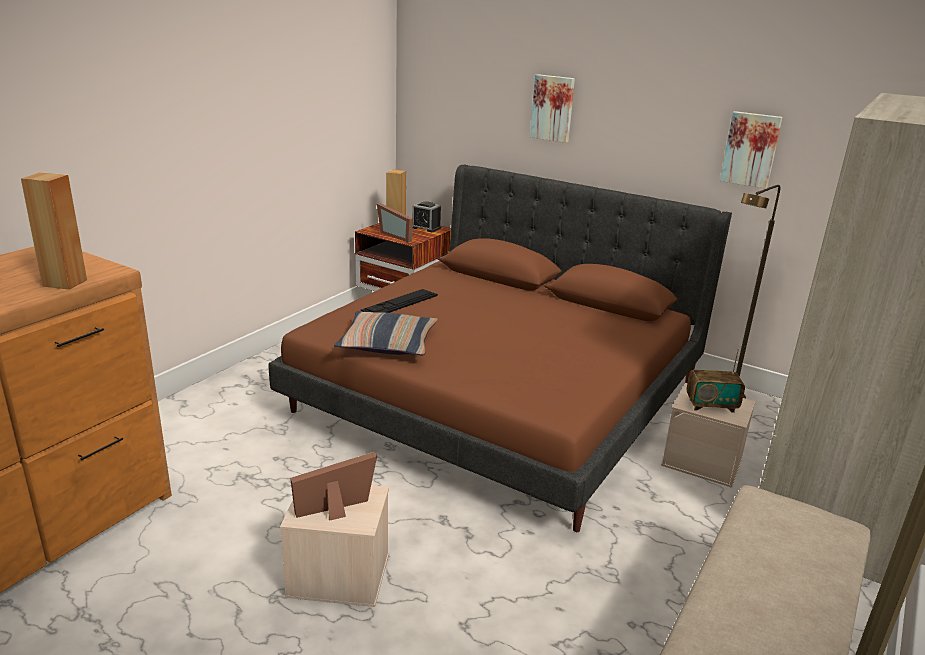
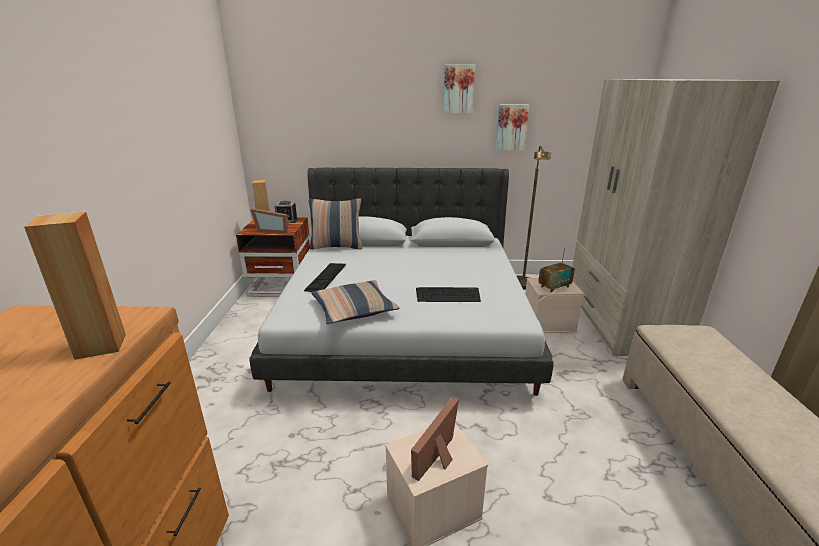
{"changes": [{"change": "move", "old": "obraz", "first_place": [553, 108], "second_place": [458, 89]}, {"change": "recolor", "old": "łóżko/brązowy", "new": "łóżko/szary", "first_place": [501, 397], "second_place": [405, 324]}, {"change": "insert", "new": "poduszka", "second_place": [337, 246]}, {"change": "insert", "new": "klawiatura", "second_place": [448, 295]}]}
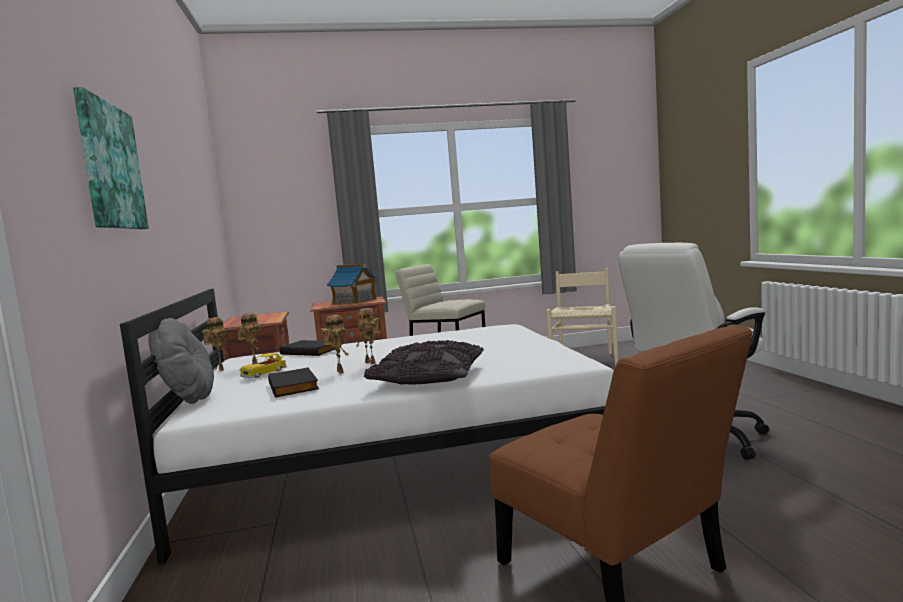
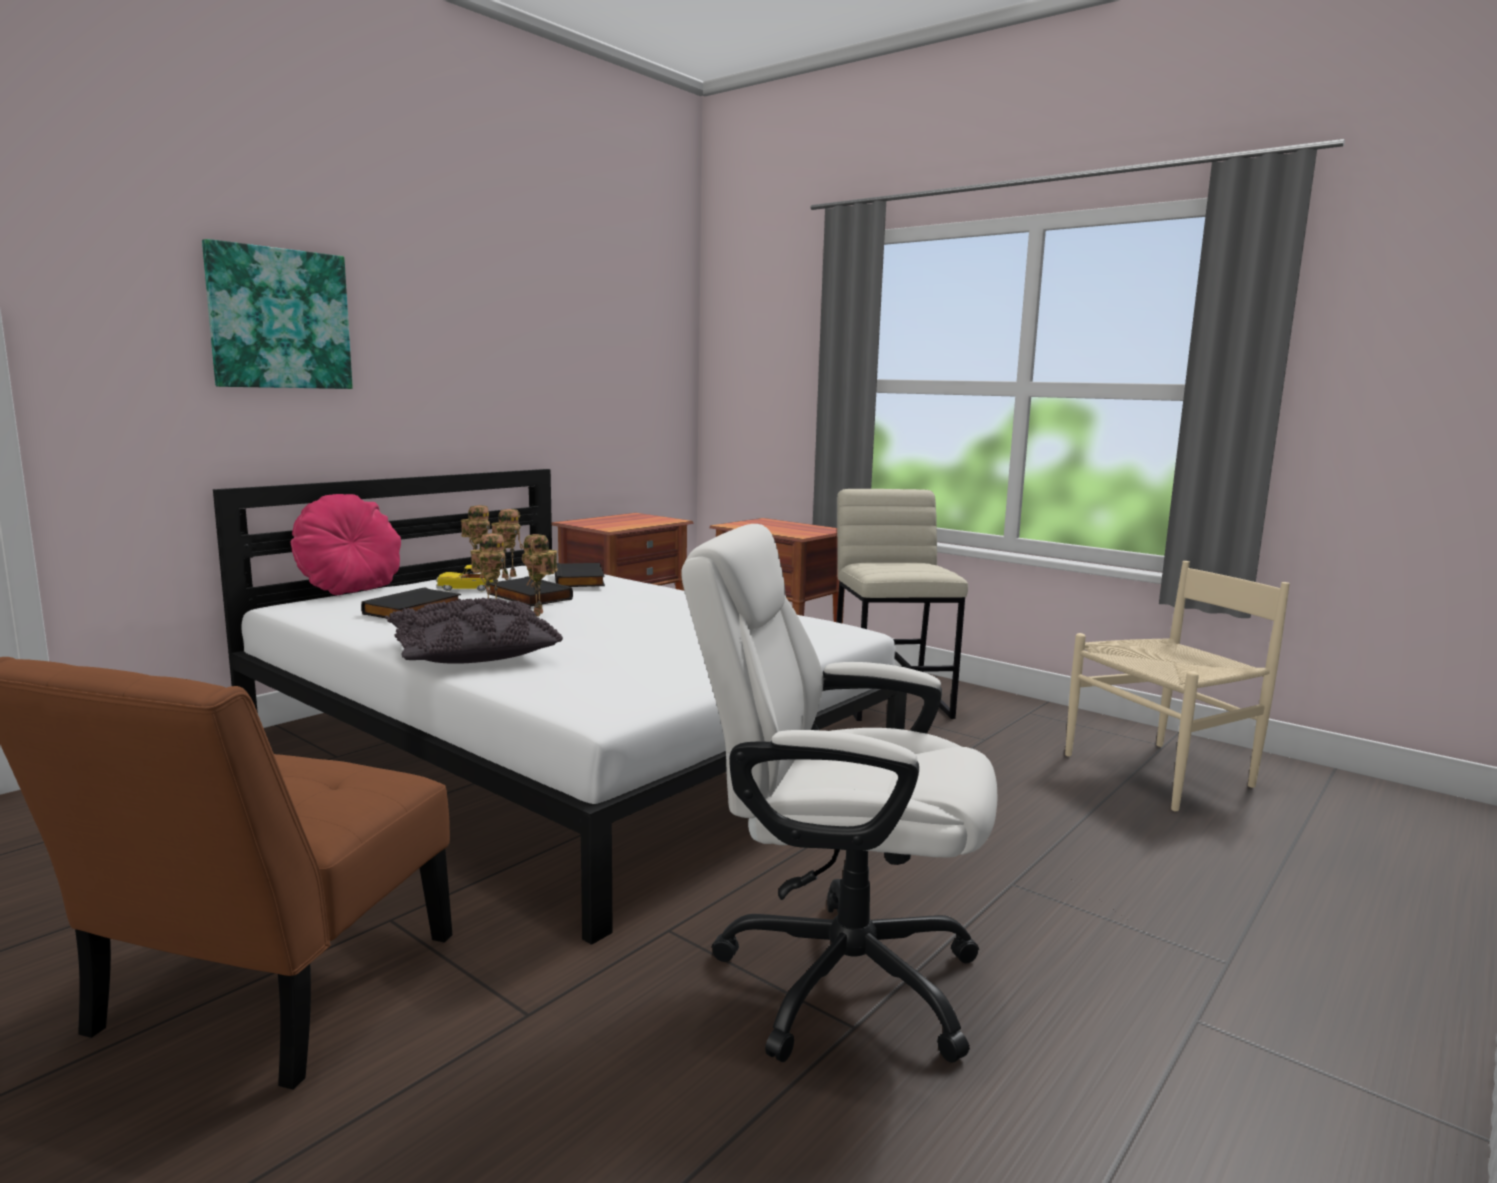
{"changes": [{"change": "delete", "old": "domek", "first_place": [354, 301]}, {"change": "recolor", "old": "poduszka/szary", "new": "poduszka/różowy", "first_place": [188, 400], "second_place": [350, 591]}, {"change": "insert", "new": "książka/czarny", "second_place": [527, 597]}]}
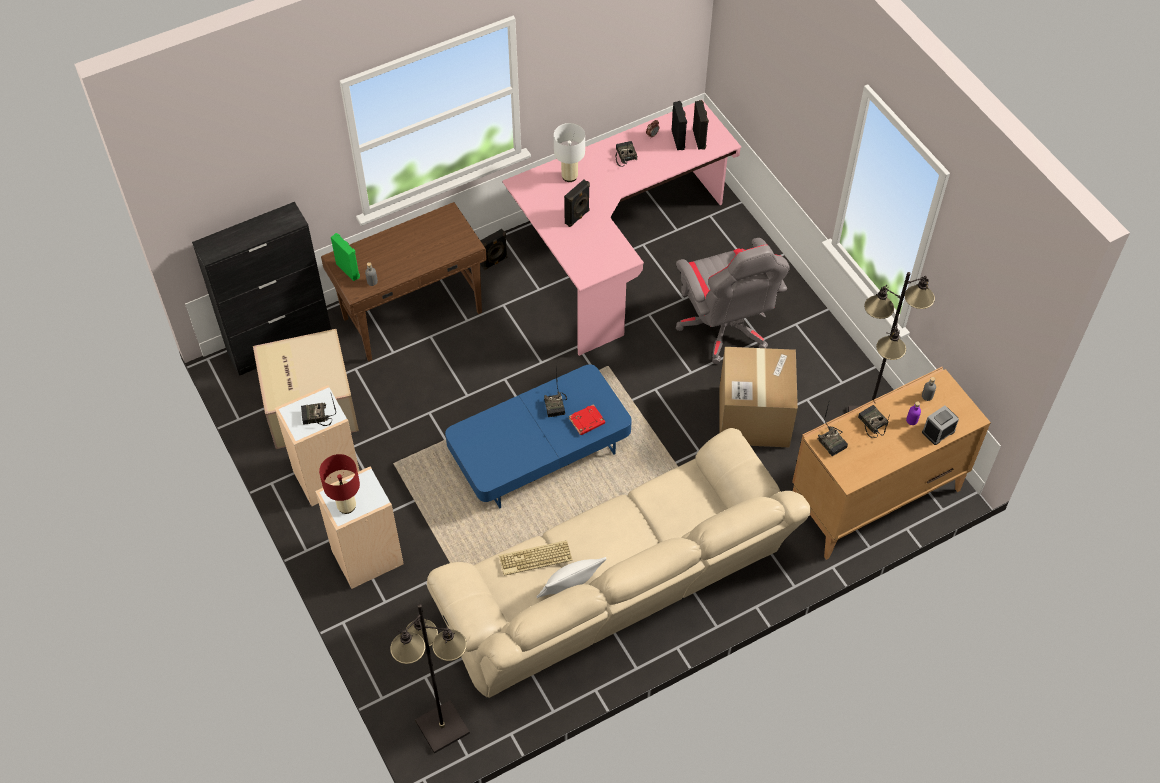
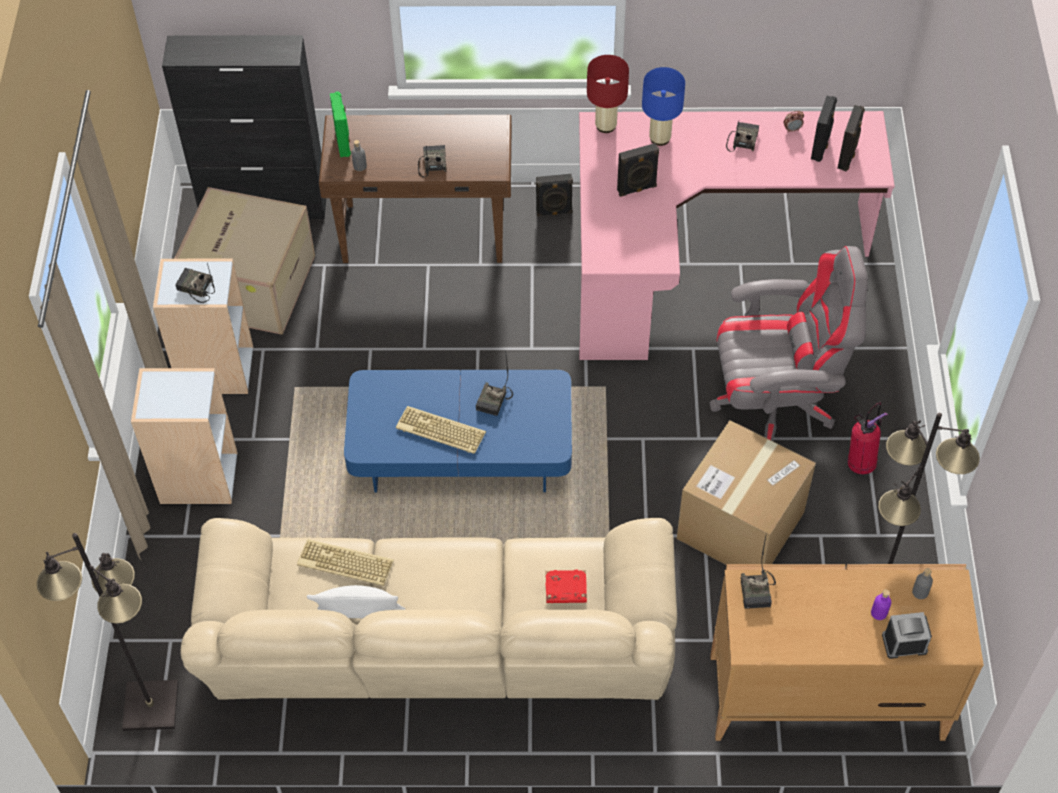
{"changes": [{"change": "recolor", "old": "lampa stołowa/biały", "new": "lampa stołowa/niebieski", "first_place": [570, 176], "second_place": [660, 138]}, {"change": "rotate", "old": "krzesło biurowe/szary", "first_place": [724, 327], "second_place": [774, 403], "degrees": -105}, {"change": "move", "old": "książka/czerwony", "first_place": [587, 422], "second_place": [565, 589]}, {"change": "move", "old": "radio", "first_place": [871, 423], "second_place": [432, 163]}, {"change": "move", "old": "lampa stołowa/czerwony", "first_place": [347, 506], "second_place": [606, 126]}, {"change": "insert", "new": "gaśnica", "second_place": [860, 463]}, {"change": "insert", "new": "klawiatura", "second_place": [439, 431]}]}
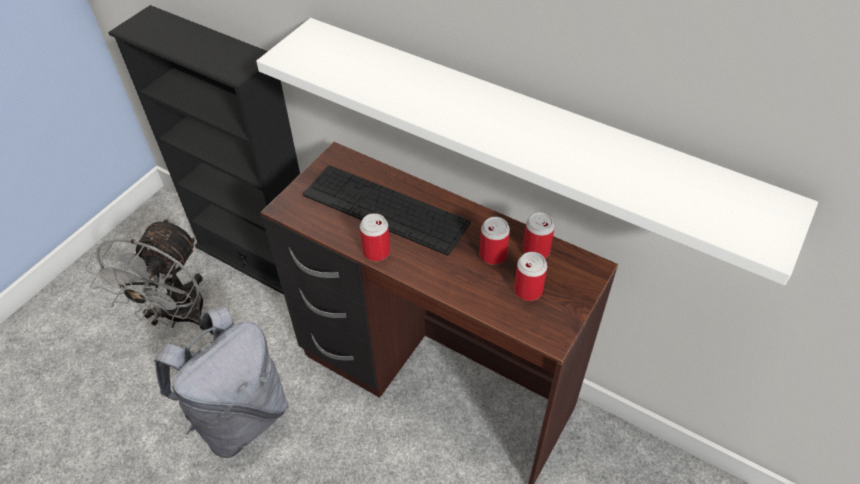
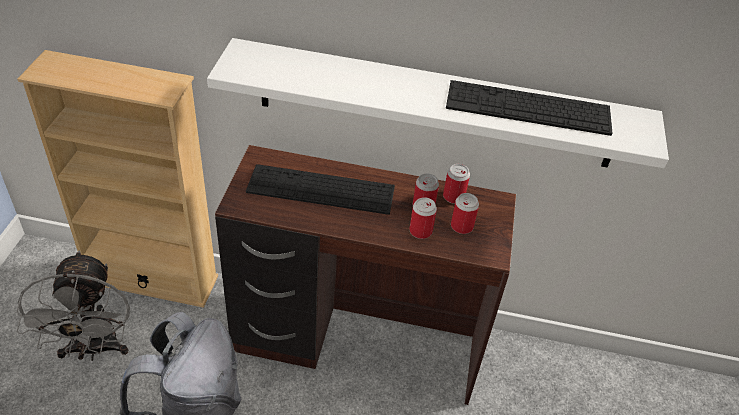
{"changes": [{"change": "recolor", "old": "regał/czarny", "new": "regał/beżowy", "first_place": [258, 258], "second_place": [152, 279]}, {"change": "move", "old": "puszka", "first_place": [376, 251], "second_place": [420, 231]}, {"change": "insert", "new": "klawiatura", "second_place": [528, 108]}]}
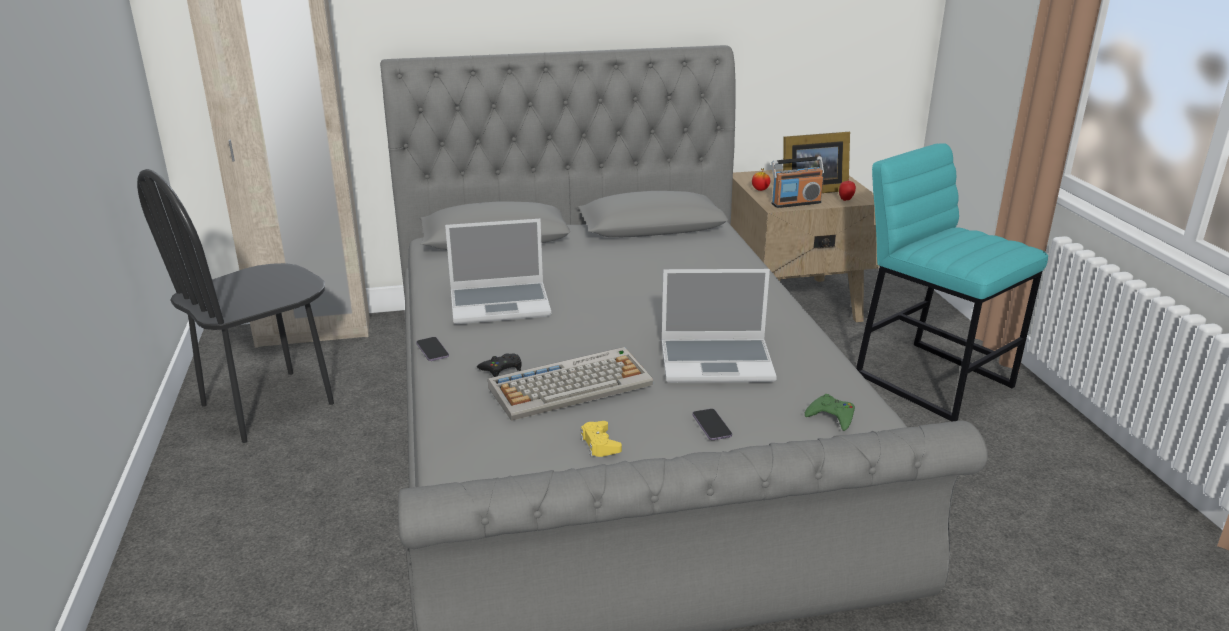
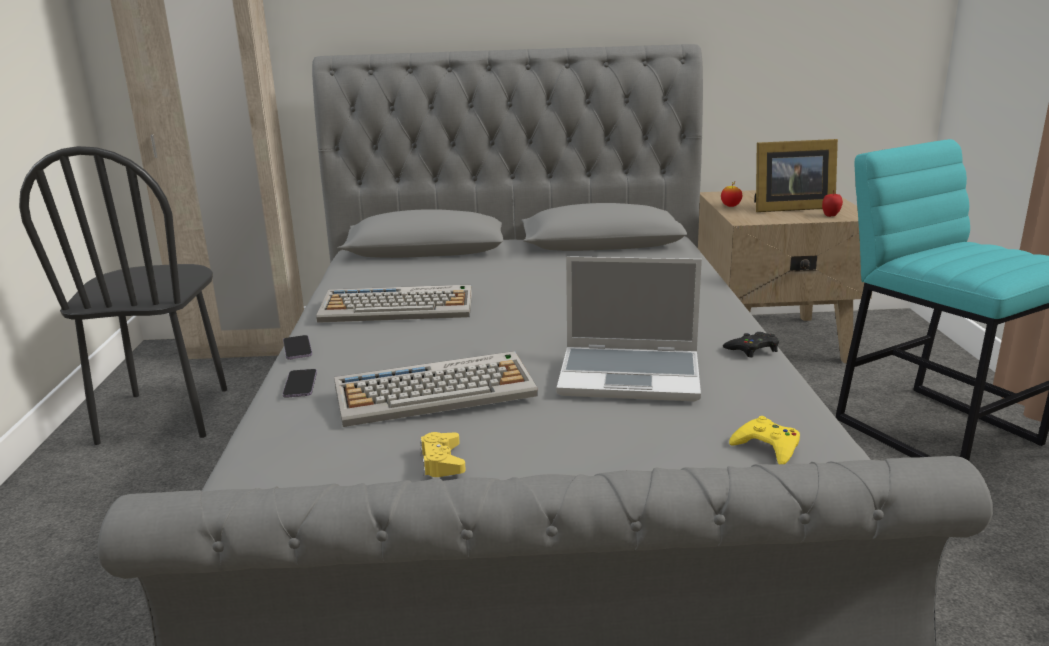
{"changes": [{"change": "delete", "old": "radio", "first_place": [795, 203]}, {"change": "rotate", "old": "krzesło/czarny", "first_place": [268, 405], "second_place": [166, 415], "degrees": -60}, {"change": "replace", "old": "laptop", "new": "klawiatura", "first_place": [501, 304], "second_place": [399, 307]}, {"change": "move", "old": "pad do gier/czarny", "first_place": [502, 369], "second_place": [753, 349]}, {"change": "recolor", "old": "pad do gier/zielony", "new": "pad do gier/żółty", "first_place": [831, 416], "second_place": [767, 447]}, {"change": "move", "old": "telefon", "first_place": [711, 426], "second_place": [300, 385]}]}
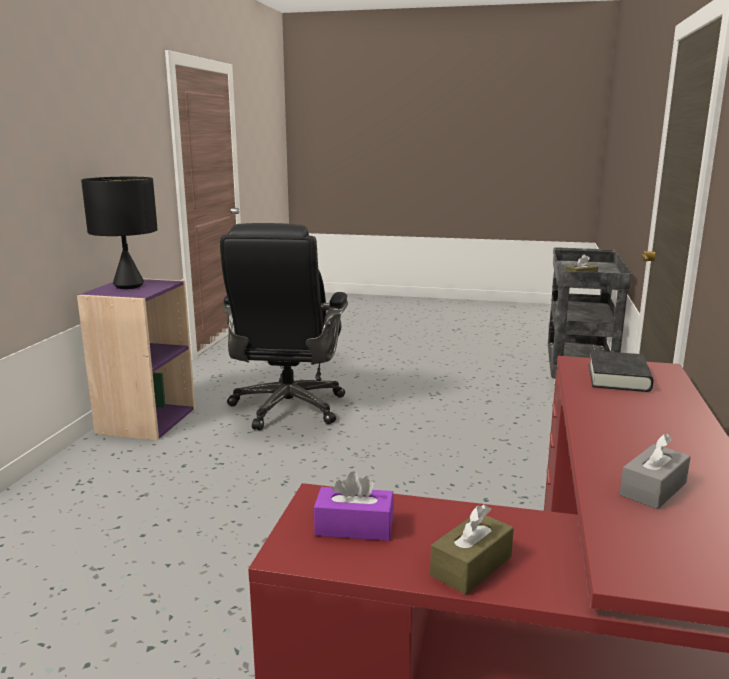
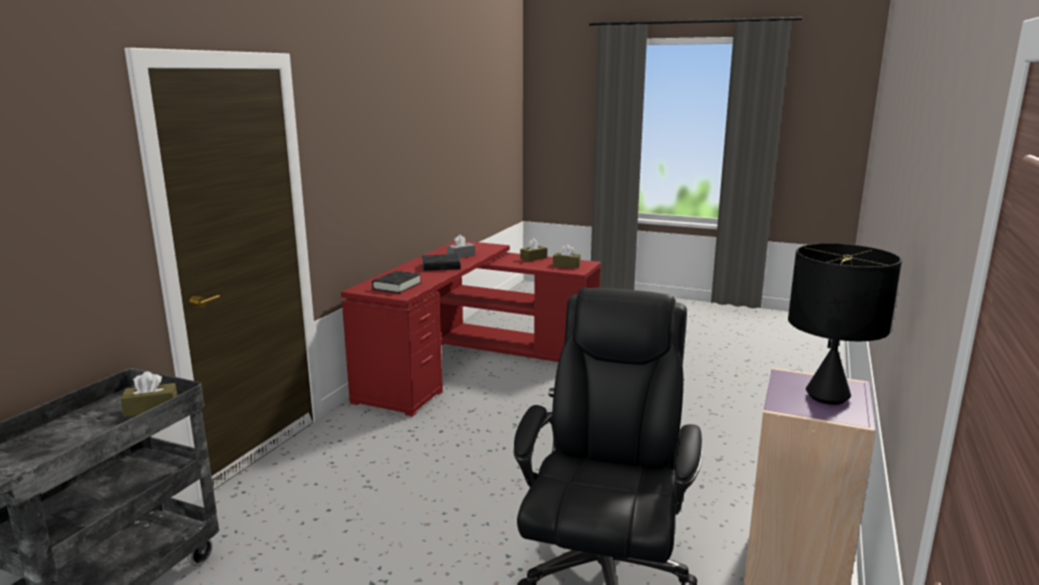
{"changes": [{"change": "recolor", "old": "pudełko chusteczek/fioletowy", "new": "pudełko chusteczek/brązowy", "first_place": [354, 527], "second_place": [566, 265]}, {"change": "insert", "new": "książka/czarny", "second_place": [440, 266]}]}
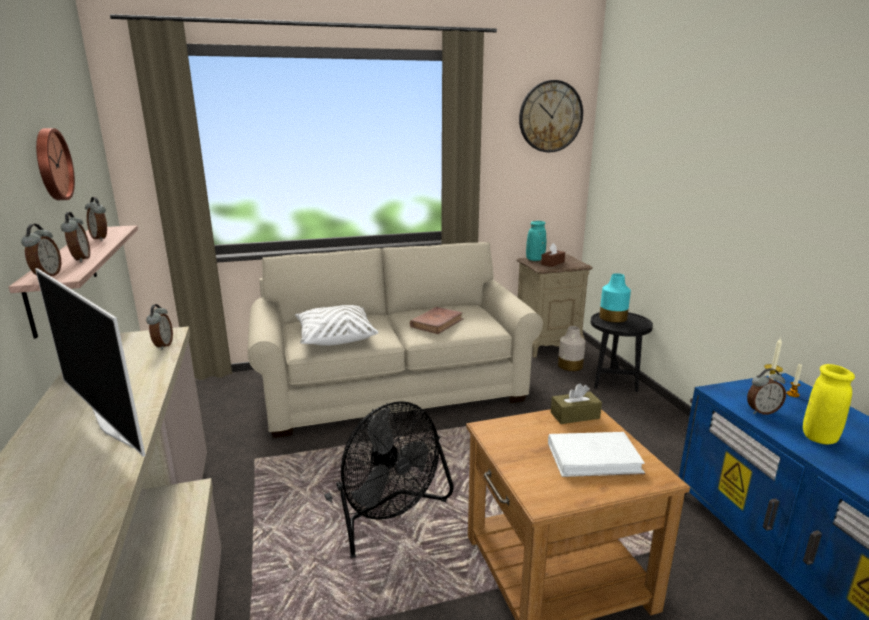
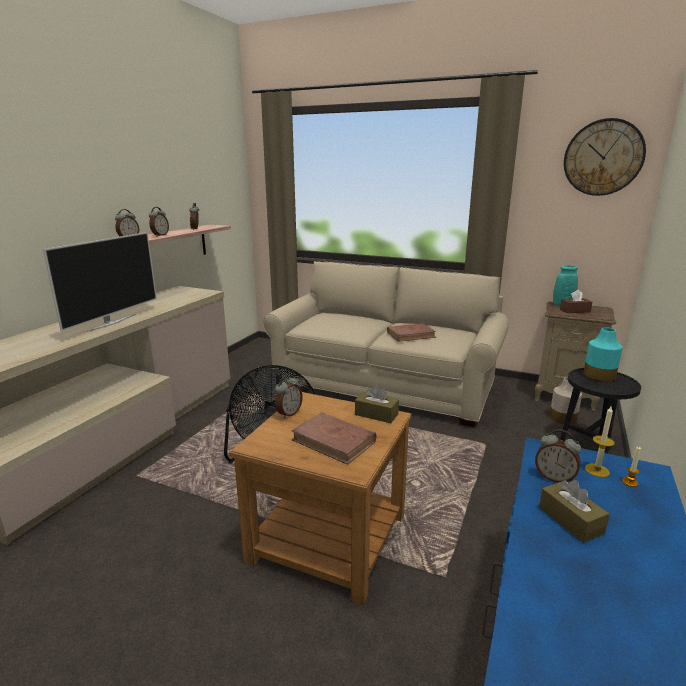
{"changes": [{"change": "delete", "old": "zegar ścienny", "first_place": [51, 164]}, {"change": "rotate", "old": "telewizor", "first_place": [113, 426], "second_place": [111, 322], "degrees": -150}, {"change": "move", "old": "budzik", "first_place": [162, 346], "second_place": [288, 413]}, {"change": "delete", "old": "poduszka/biały", "first_place": [335, 337]}, {"change": "replace", "old": "wazon/żółty", "new": "pudełko chusteczek/brązowy", "first_place": [819, 437], "second_place": [570, 520]}, {"change": "recolor", "old": "książka/biały", "new": "książka/brązowy", "first_place": [594, 458], "second_place": [334, 441]}]}
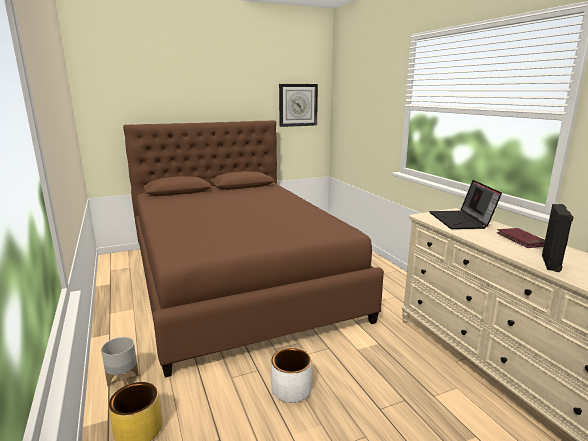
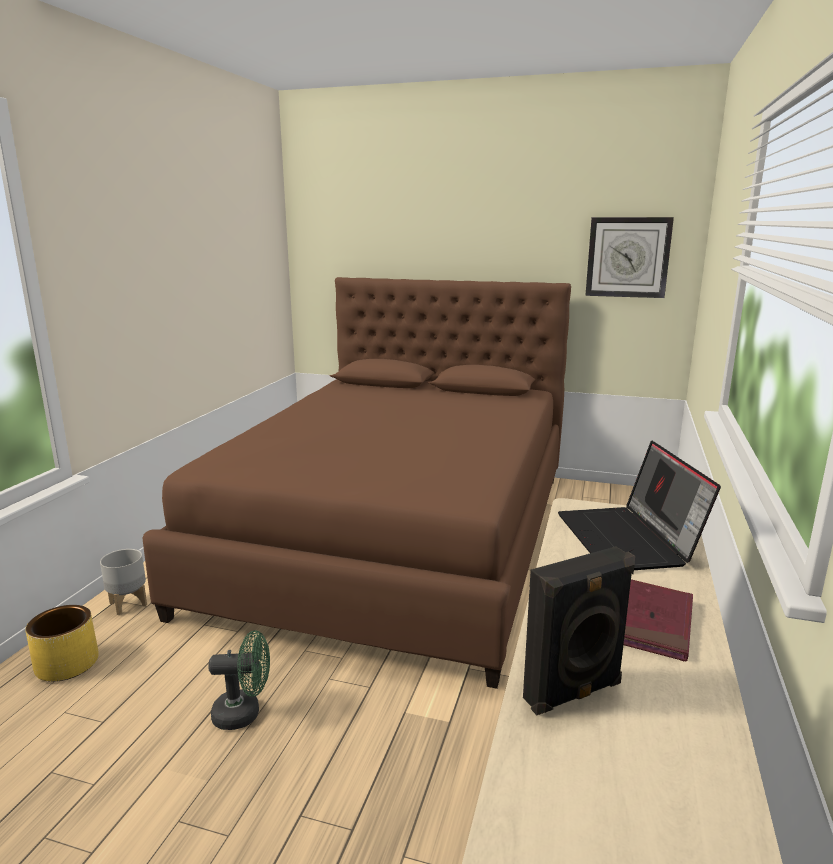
{"changes": [{"change": "rotate", "old": "laptop", "first_place": [461, 221], "second_place": [629, 540], "degrees": -45}, {"change": "replace", "old": "donica/biały", "new": "wentylator/zielony", "first_place": [291, 389], "second_place": [244, 713]}]}
